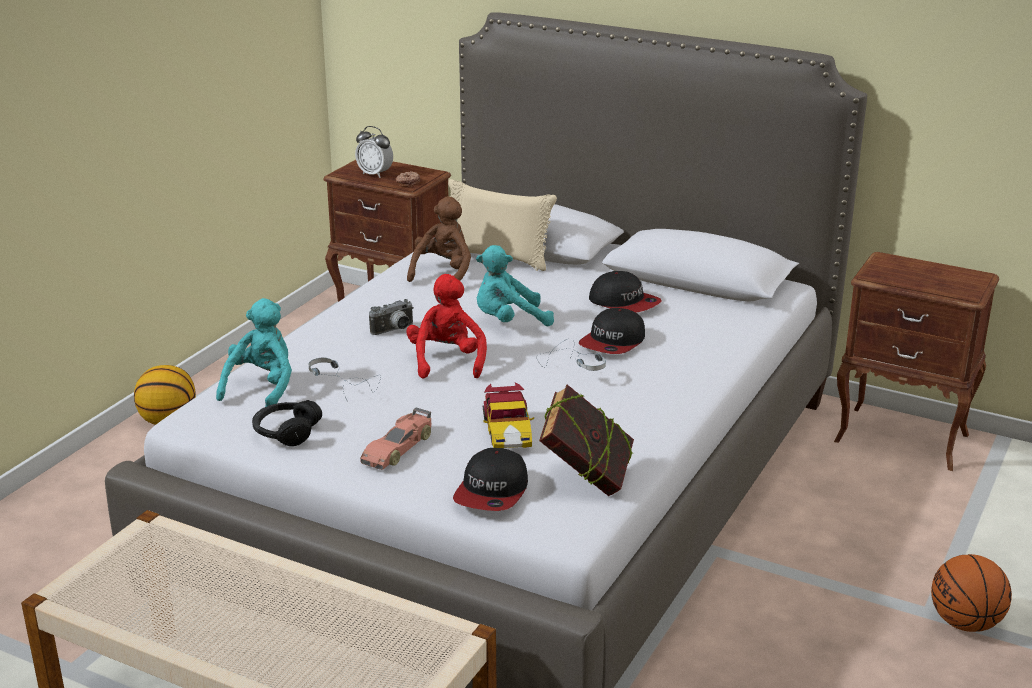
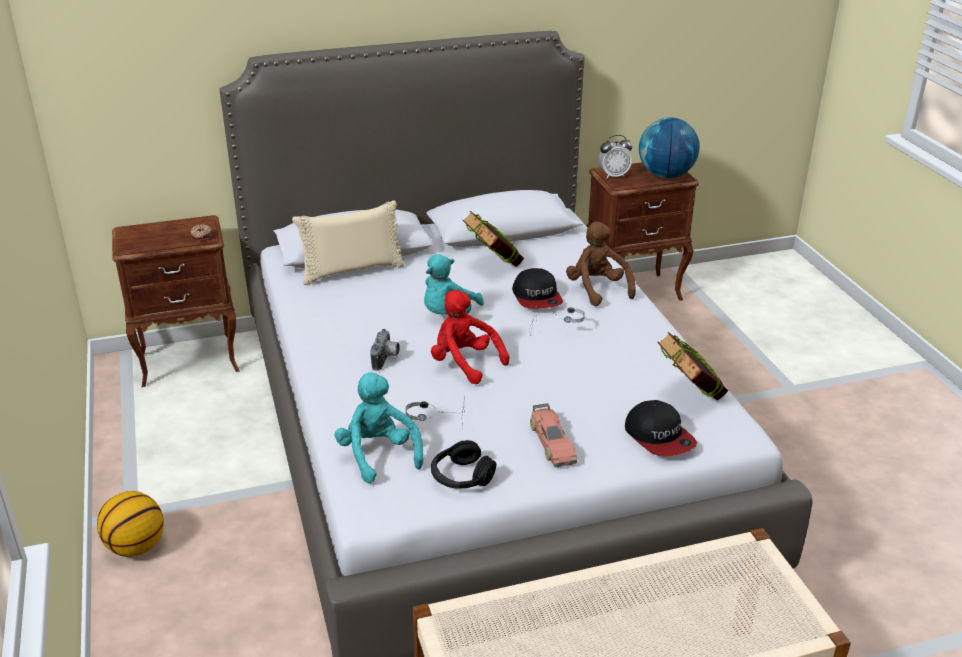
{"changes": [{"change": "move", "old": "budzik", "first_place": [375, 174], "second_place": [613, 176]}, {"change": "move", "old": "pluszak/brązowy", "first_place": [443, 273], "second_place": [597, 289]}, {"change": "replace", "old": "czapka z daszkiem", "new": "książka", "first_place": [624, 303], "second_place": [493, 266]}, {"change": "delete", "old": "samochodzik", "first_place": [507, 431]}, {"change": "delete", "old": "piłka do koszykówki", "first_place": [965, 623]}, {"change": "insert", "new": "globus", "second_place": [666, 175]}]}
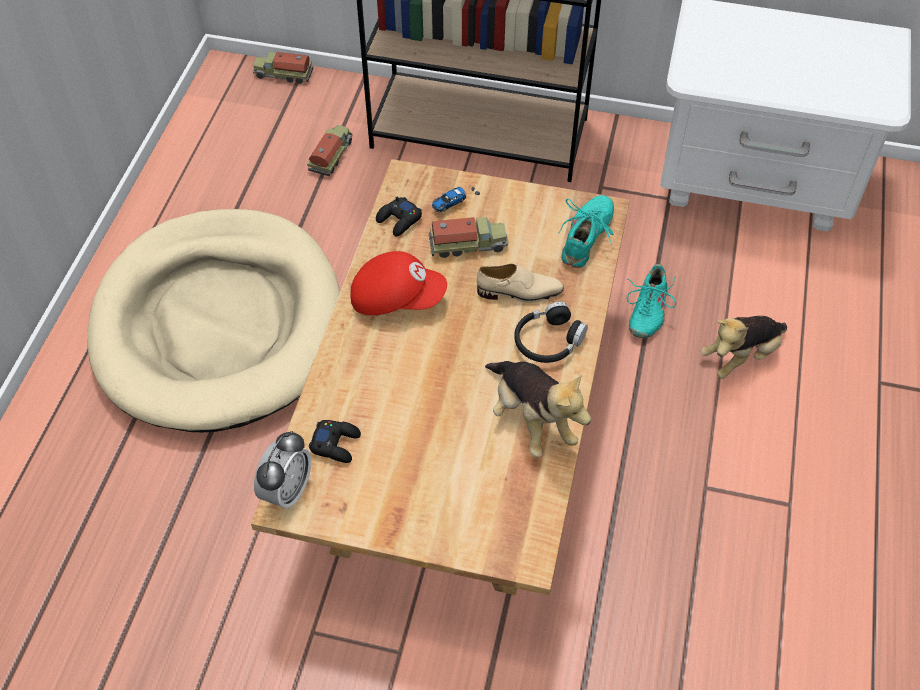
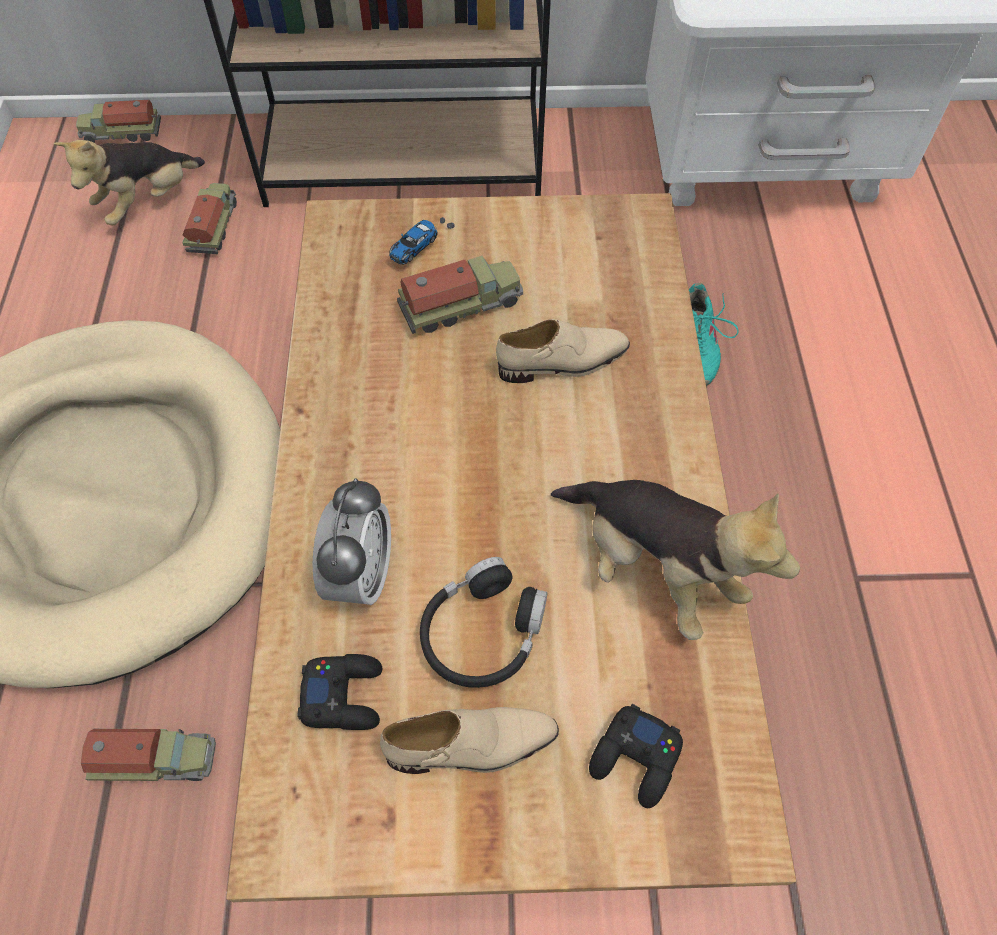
{"changes": [{"change": "delete", "old": "but/turkusowy", "first_place": [587, 237]}, {"change": "move", "old": "pad do gier/czarny", "first_place": [399, 220], "second_place": [636, 759]}, {"change": "delete", "old": "czapka z daszkiem/czerwony", "first_place": [396, 297]}, {"change": "move", "old": "słuchawki/czarny", "first_place": [548, 341], "second_place": [483, 632]}, {"change": "move", "old": "pluszak", "first_place": [741, 356], "second_place": [148, 202]}, {"change": "move", "old": "budzik", "first_place": [287, 491], "second_place": [361, 575]}, {"change": "insert", "new": "but/beżowy", "second_place": [472, 746]}, {"change": "insert", "new": "ciężarówka zabawkowa", "second_place": [156, 759]}]}
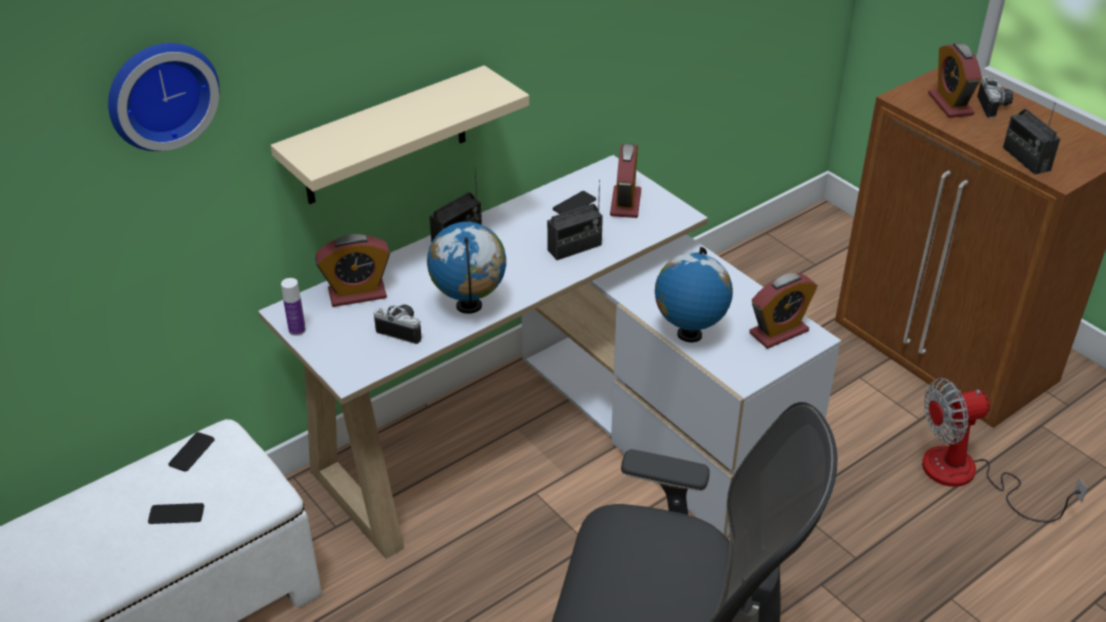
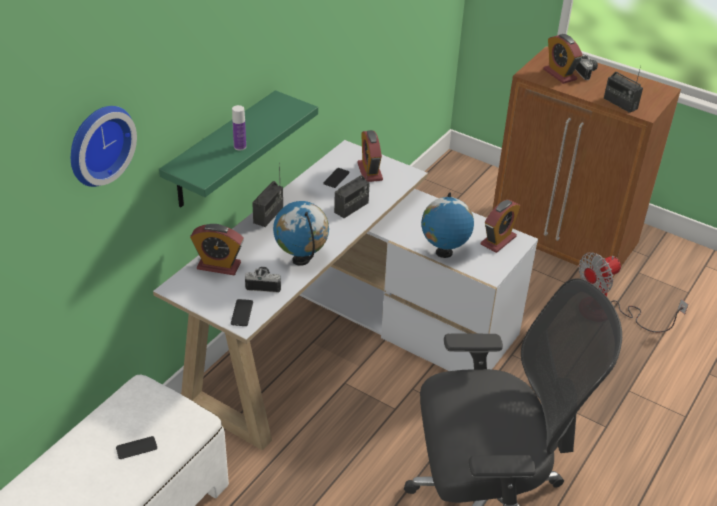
{"changes": [{"change": "recolor", "old": "półka/beżowy", "new": "półka/zielony", "first_place": [385, 137], "second_place": [222, 151]}, {"change": "rotate", "old": "budzik", "first_place": [357, 294], "second_place": [219, 266], "degrees": 45}, {"change": "move", "old": "butelka", "first_place": [297, 330], "second_place": [240, 147]}, {"change": "move", "old": "telefon", "first_place": [192, 452], "second_place": [242, 313]}]}
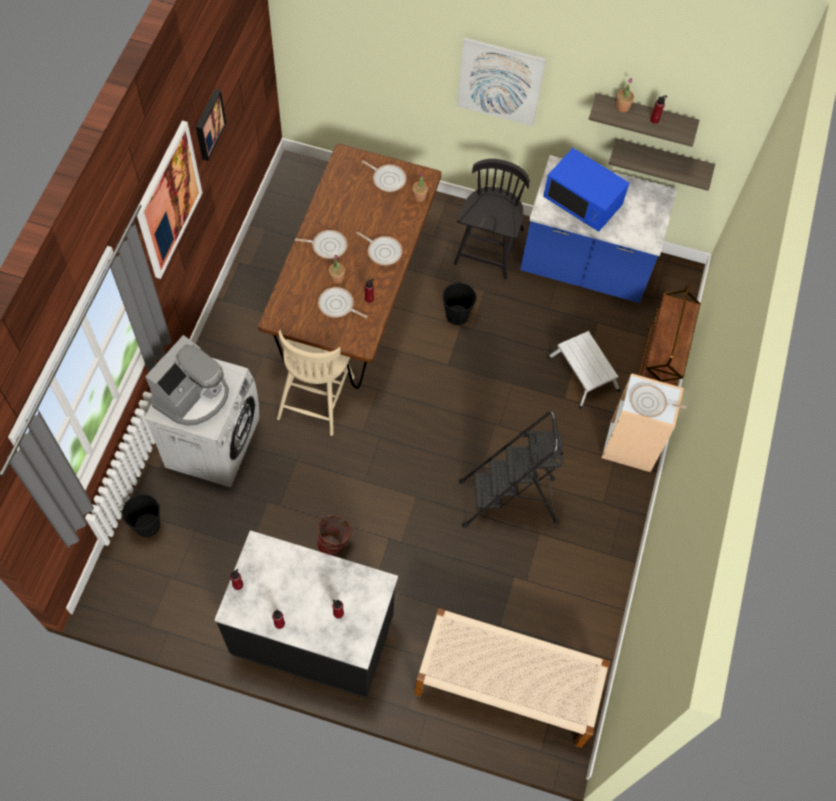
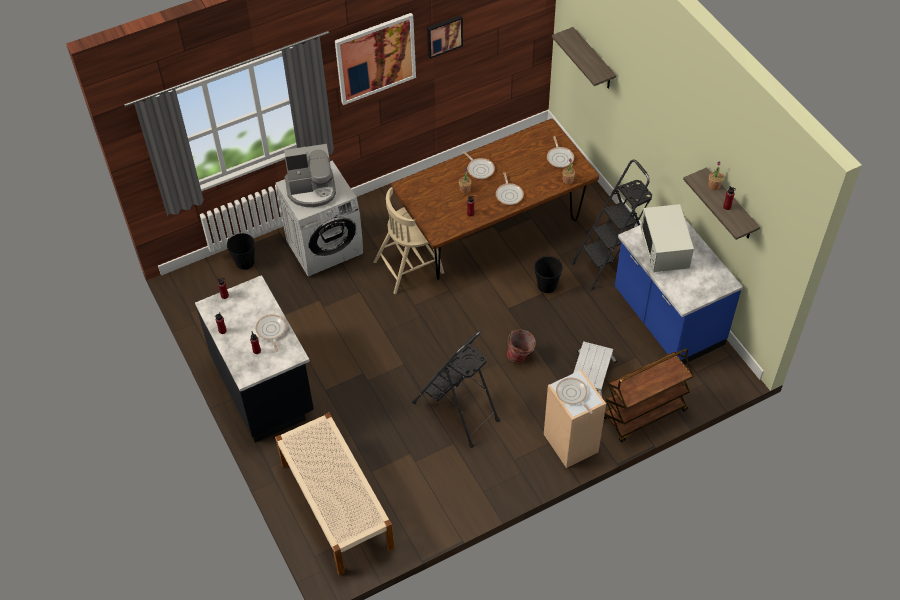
{"changes": [{"change": "delete", "old": "obraz", "first_place": [500, 82]}, {"change": "move", "old": "półka", "first_place": [661, 161], "second_place": [593, 60]}, {"change": "recolor", "old": "mikrofalówka/niebieski", "new": "mikrofalówka/biały", "first_place": [582, 202], "second_place": [664, 250]}, {"change": "replace", "old": "krzesło/czarny", "new": "drabinka", "first_place": [488, 248], "second_place": [613, 262]}, {"change": "move", "old": "patelnia", "first_place": [338, 306], "second_place": [271, 331]}, {"change": "move", "old": "wiadro", "first_place": [335, 543], "second_place": [520, 357]}]}
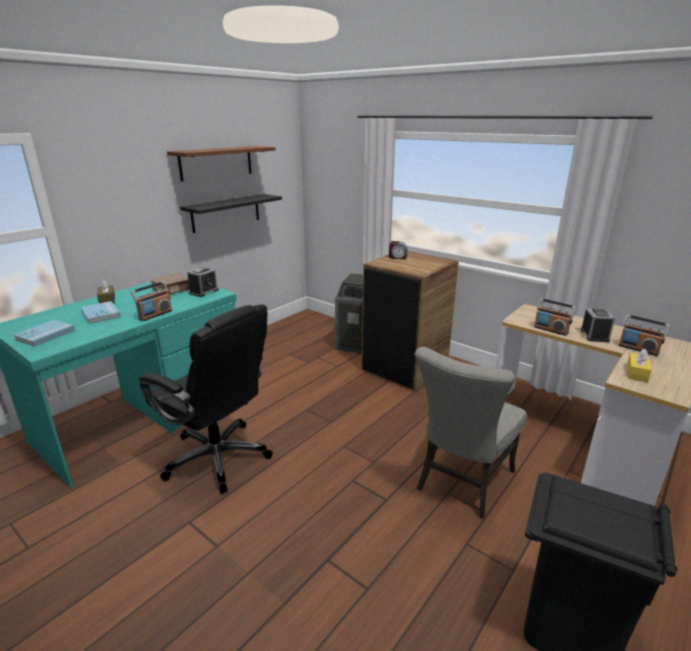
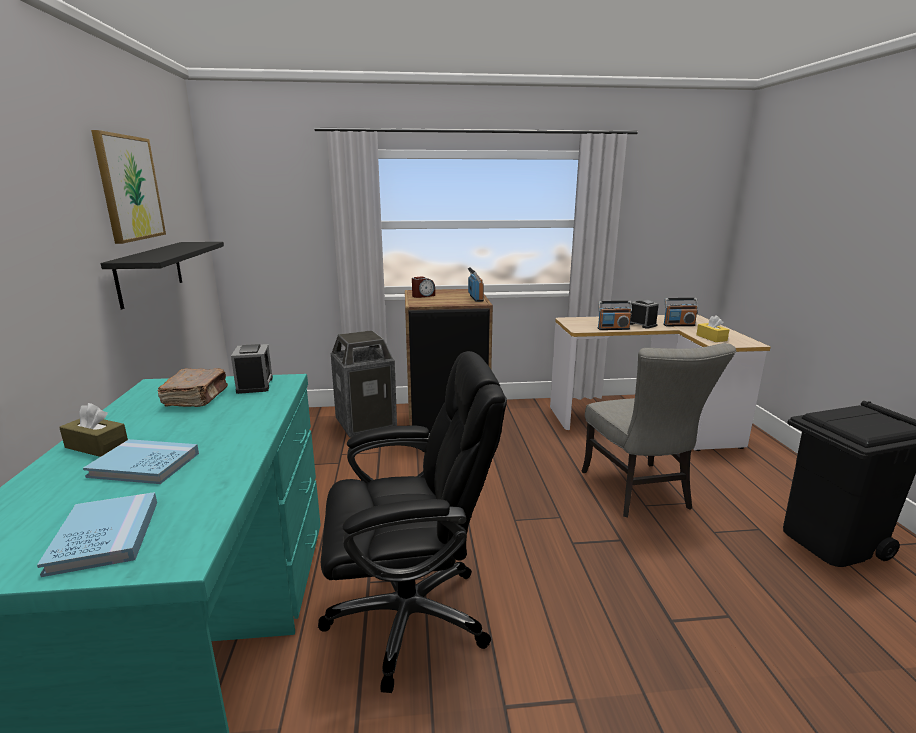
{"changes": [{"change": "replace", "old": "półka/brązowy", "new": "obraz", "first_place": [216, 162], "second_place": [129, 188]}, {"change": "move", "old": "radio", "first_place": [155, 315], "second_place": [476, 298]}]}
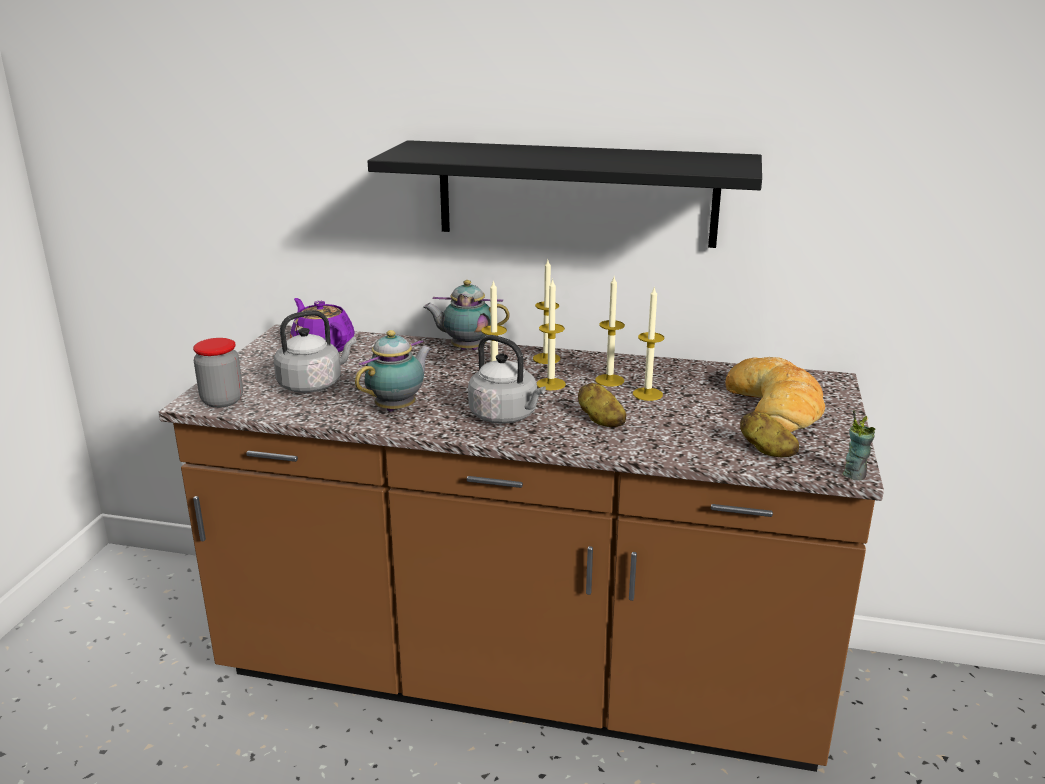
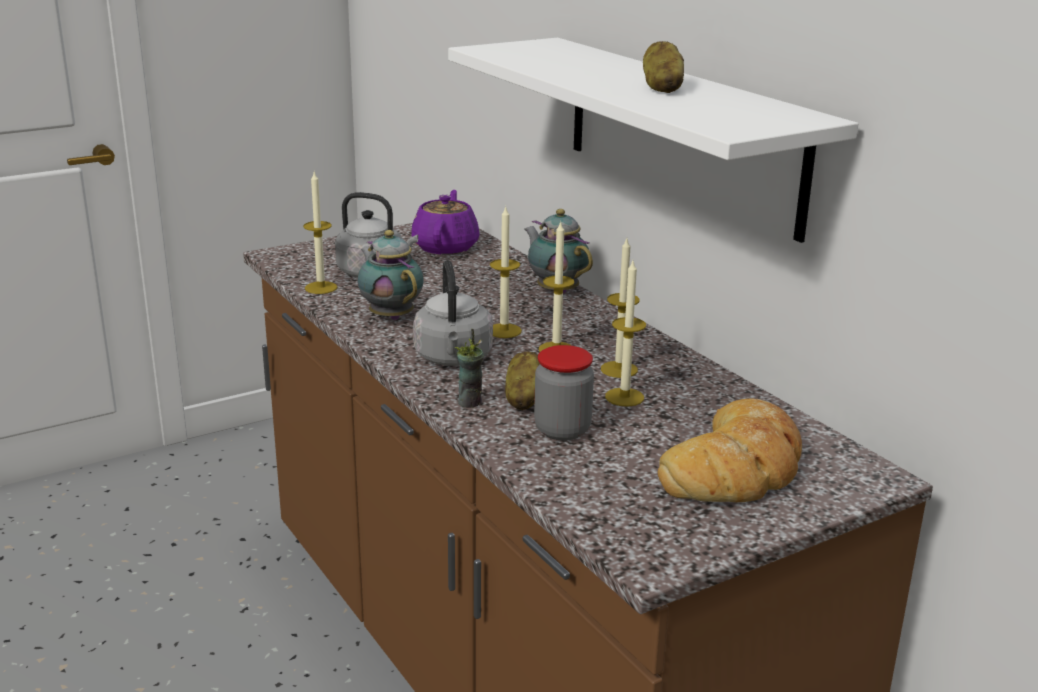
{"changes": [{"change": "recolor", "old": "półka/czarny", "new": "półka/biały", "first_place": [576, 193], "second_place": [681, 132]}, {"change": "move", "old": "świeca", "first_place": [546, 358], "second_place": [321, 287]}, {"change": "rotate", "old": "imbryk", "first_place": [398, 408], "second_place": [390, 316], "degrees": -120}, {"change": "move", "old": "słoik", "first_place": [222, 401], "second_place": [562, 430]}, {"change": "move", "old": "filiżanka", "first_place": [854, 474], "second_place": [470, 402]}, {"change": "move", "old": "ziemniak", "first_place": [766, 450], "second_place": [662, 88]}]}
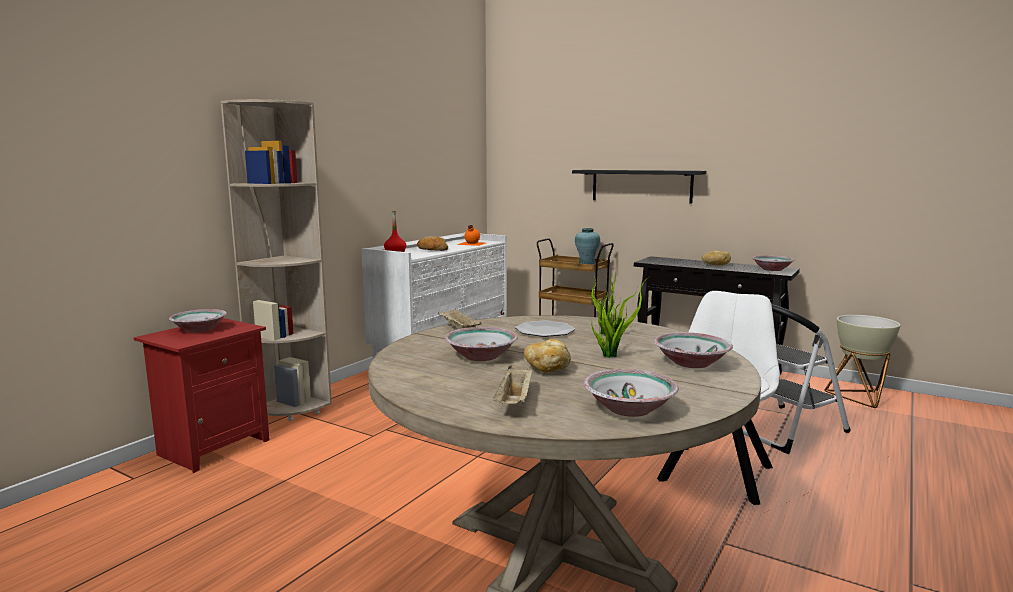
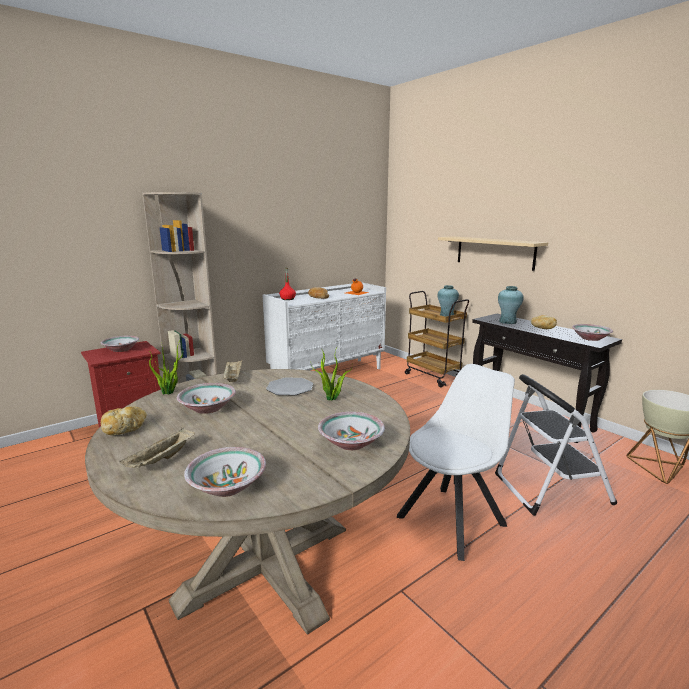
{"changes": [{"change": "recolor", "old": "półka/czarny", "new": "półka/beżowy", "first_place": [641, 186], "second_place": [494, 252]}, {"change": "move", "old": "roślina doniczkowa", "first_place": [611, 355], "second_place": [169, 392]}, {"change": "move", "old": "chleb", "first_place": [547, 368], "second_place": [124, 429]}, {"change": "insert", "new": "wazon/turkusowy", "second_place": [508, 322]}]}
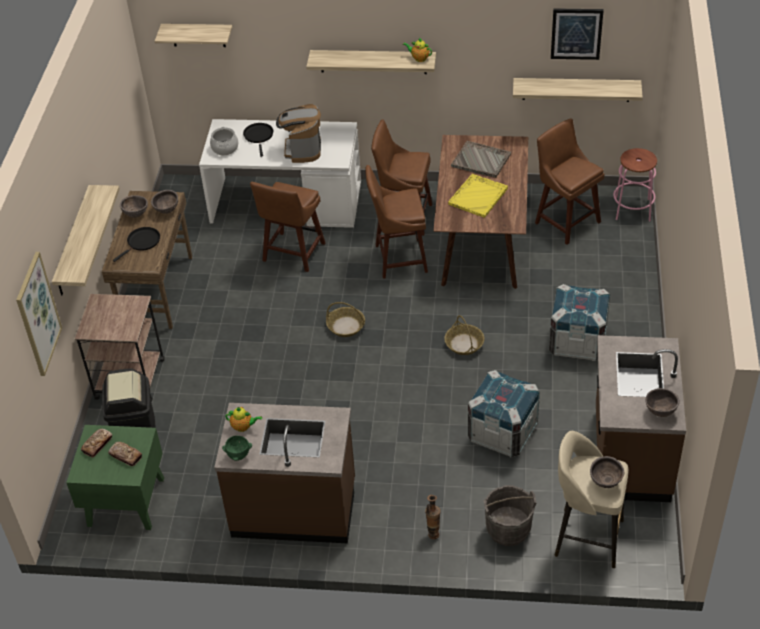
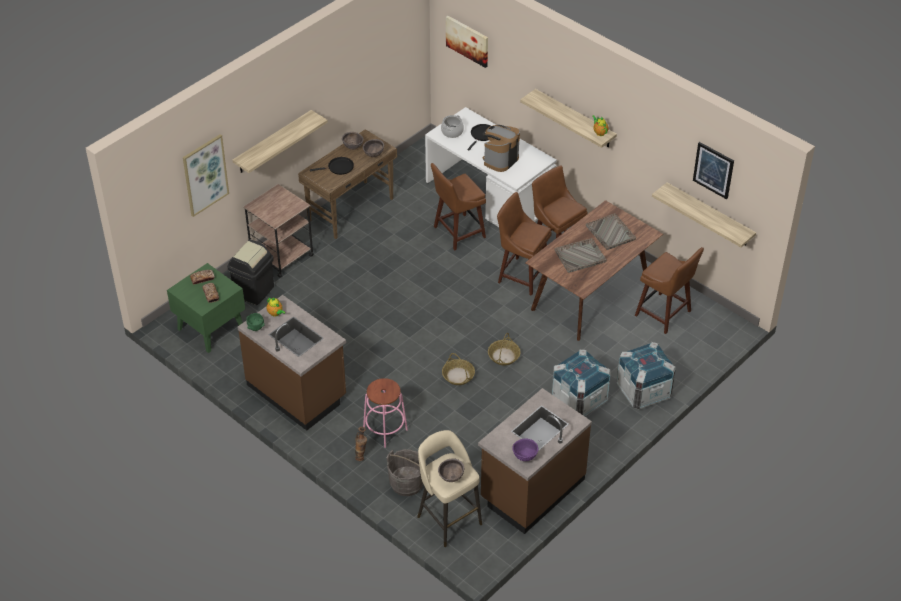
{"changes": [{"change": "replace", "old": "półka", "new": "obraz", "first_place": [198, 35], "second_place": [467, 40]}, {"change": "rotate", "old": "krzesło/brązowy", "first_place": [565, 220], "second_place": [665, 314], "degrees": 135}, {"change": "move", "old": "stołek/różowy", "first_place": [632, 209], "second_place": [385, 430]}, {"change": "recolor", "old": "taca/żółty", "new": "taca/szary", "first_place": [478, 196], "second_place": [580, 256]}, {"change": "move", "old": "koszyk", "first_place": [345, 326], "second_place": [458, 375]}, {"change": "move", "old": "skrzynka", "first_place": [502, 433], "second_place": [643, 391]}, {"change": "recolor", "old": "miska/brązowy", "new": "miska/fioletowy", "first_place": [660, 412], "second_place": [525, 457]}]}
